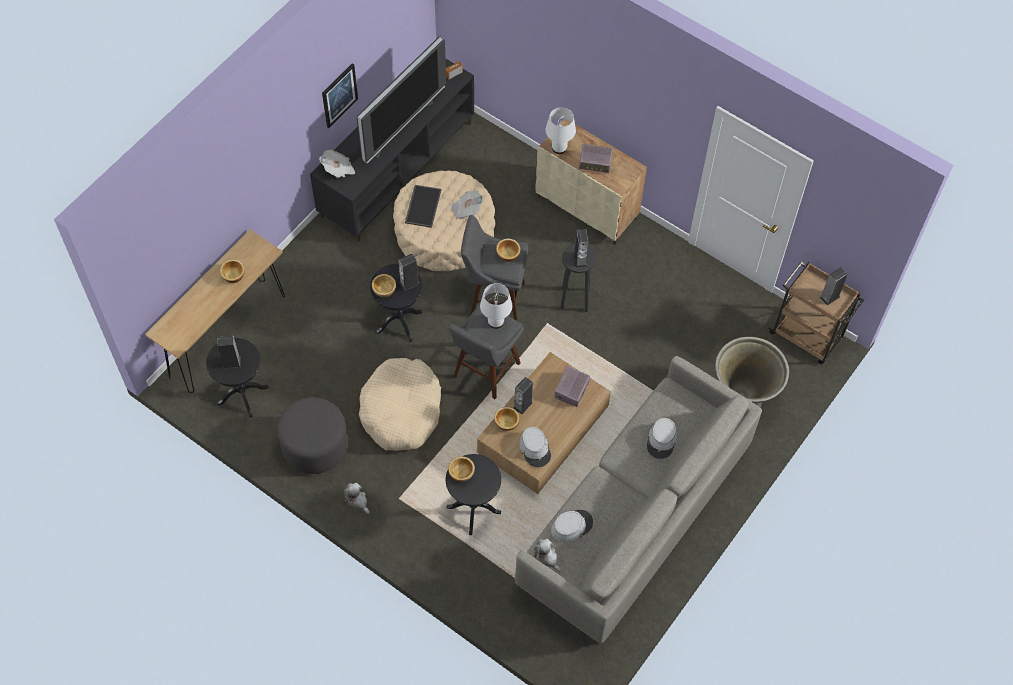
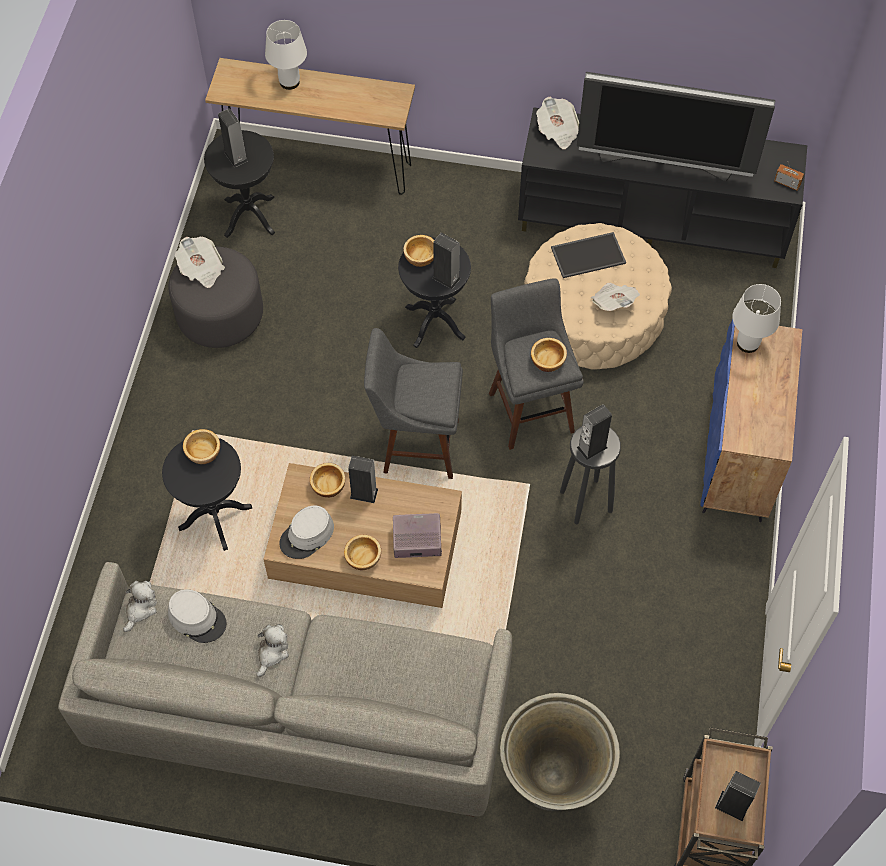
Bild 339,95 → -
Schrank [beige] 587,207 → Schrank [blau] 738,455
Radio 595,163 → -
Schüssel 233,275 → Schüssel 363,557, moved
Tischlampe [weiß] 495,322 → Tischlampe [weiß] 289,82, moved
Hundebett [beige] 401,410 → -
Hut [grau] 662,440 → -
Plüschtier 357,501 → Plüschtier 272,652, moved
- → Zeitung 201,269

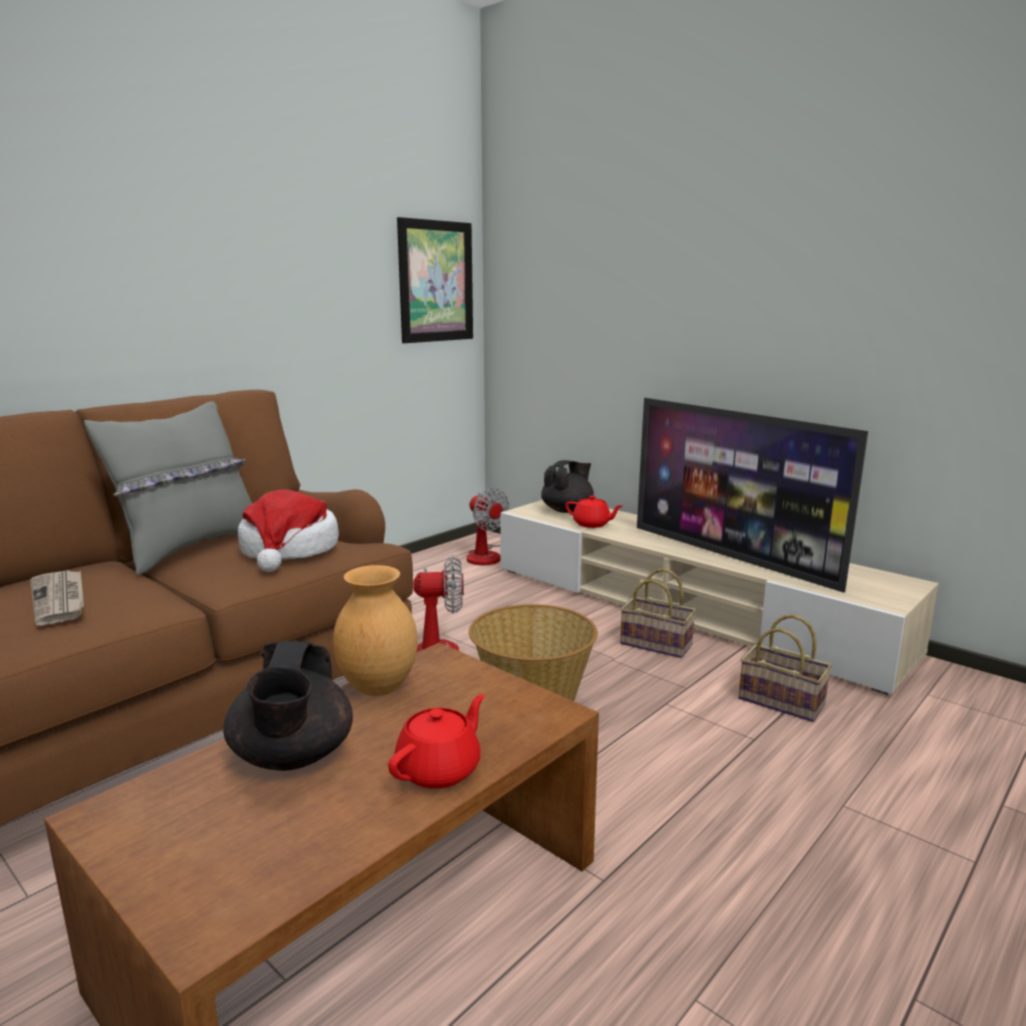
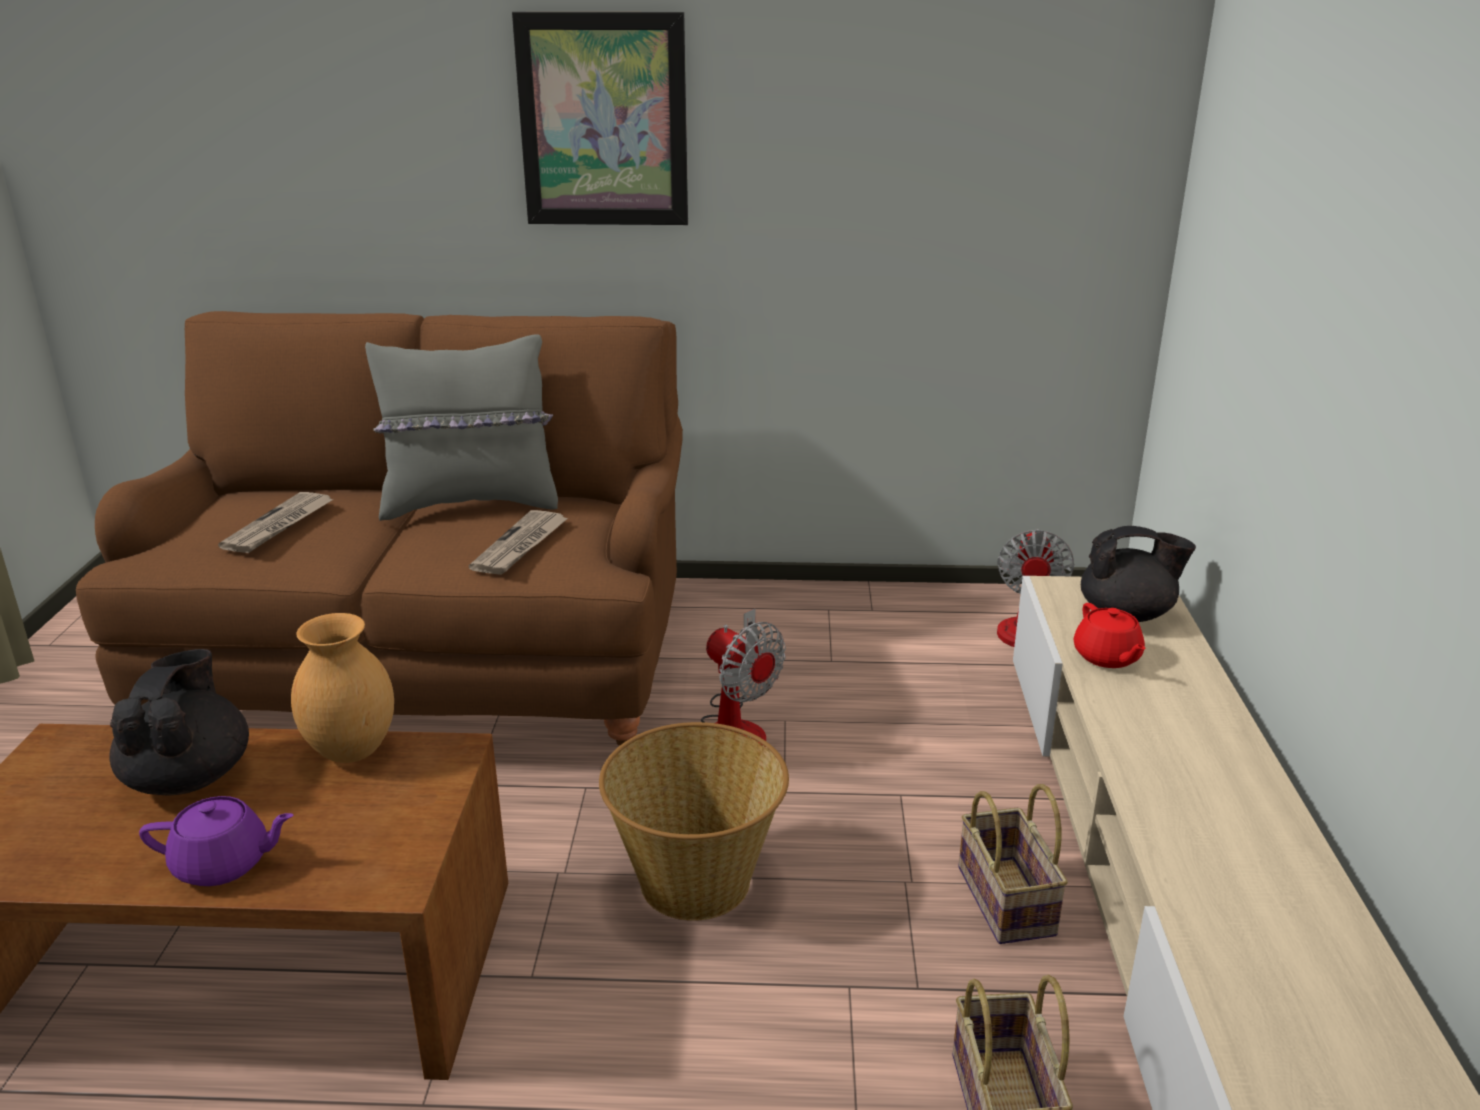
Bild 436,281 → Bild 603,121, moved
Fernseher 732,556 → -
Hut 289,550 → Zeitung 520,546
Teekanne [schwarz] 292,758 → Teekanne [schwarz] 190,776, 135 degrees clockwise
Teekanne [rot] 440,769 → Teekanne [lila] 223,864

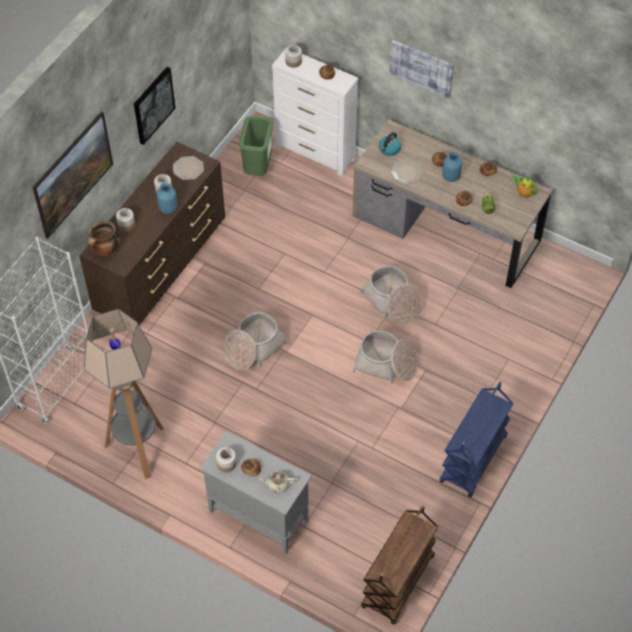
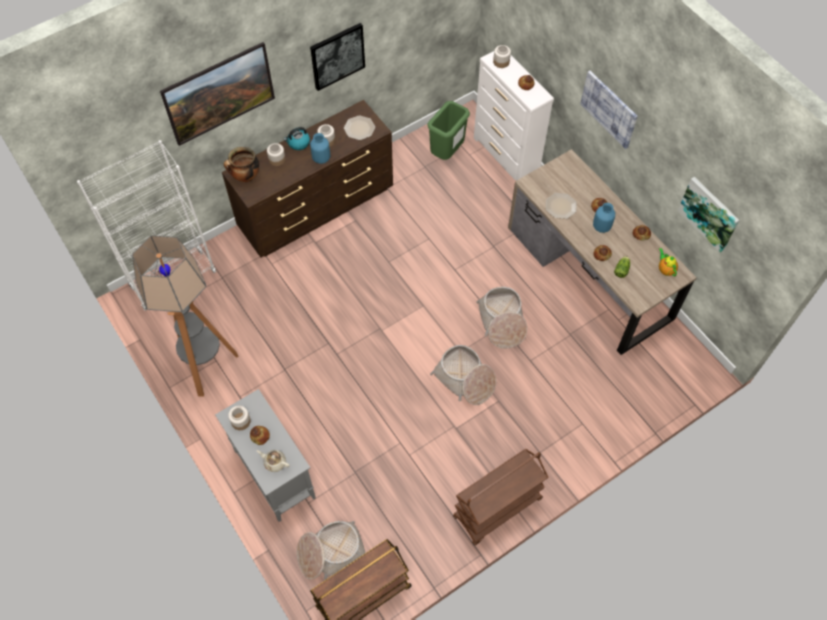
Wasserkessel 389,149 → Wasserkessel 298,143, moved
Korb 253,348 → Korb 331,553, moved
Rollwagen [blau] 473,459 → Rollwagen [braun] 497,509
- → Bild 709,213

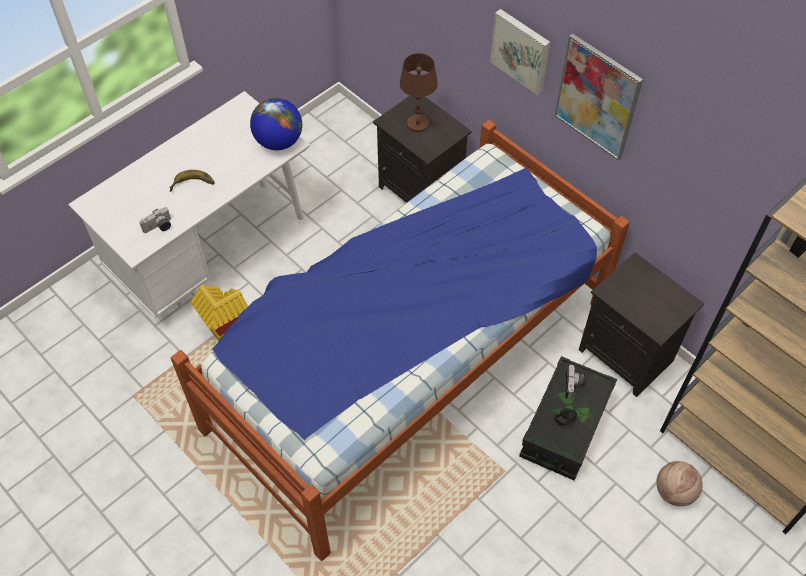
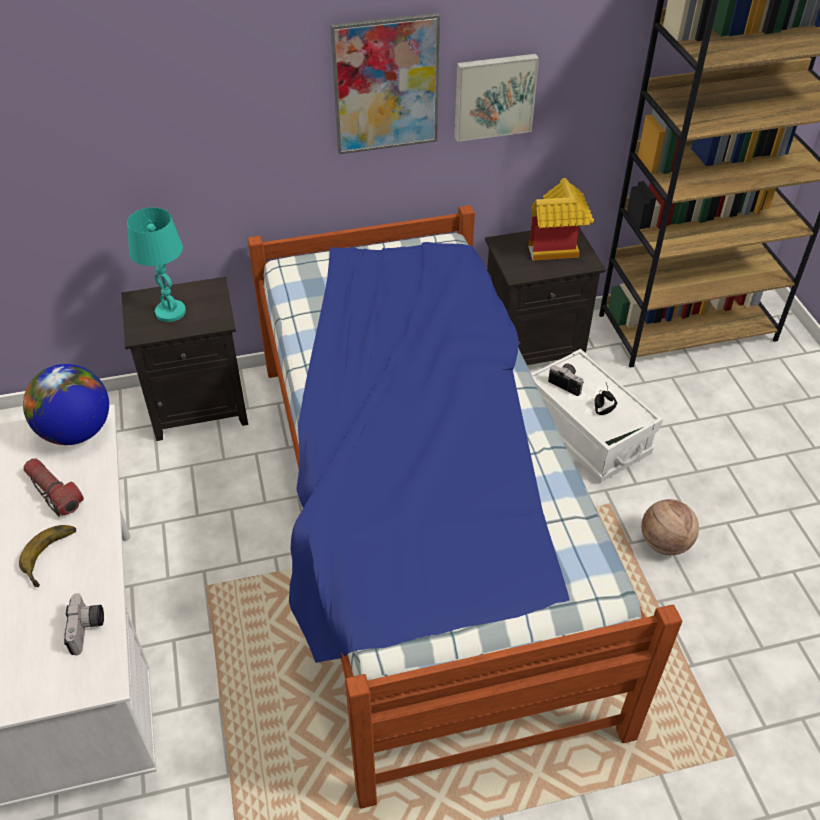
Bild 521,50 → Bild 494,96, moved
Tischlampe [braun] 417,123 → Tischlampe [türkis] 170,312
Spielzeughaus 223,325 → Spielzeughaus 556,248, moved
Aufbewahrungsbox [schwarz] 564,428 → Aufbewahrungsbox [weiß] 586,433
Basketball 674,492 → Basketball 664,543, moved
- → Taschenlampe 54,492

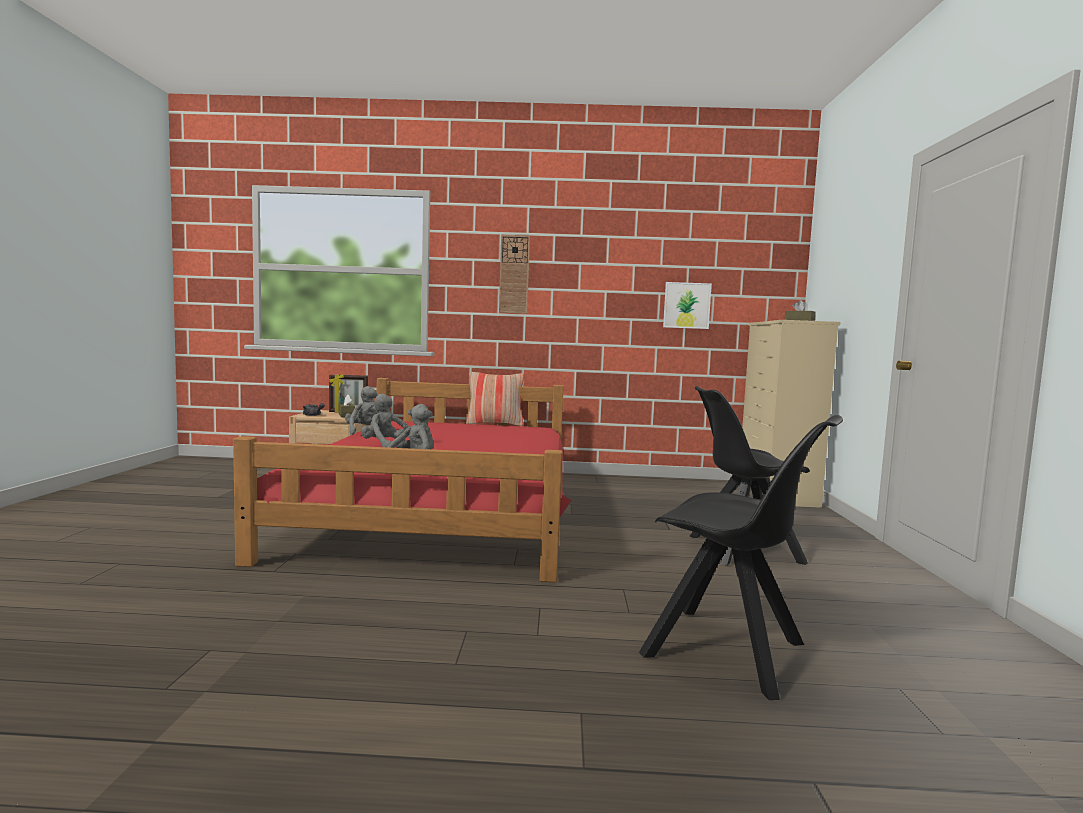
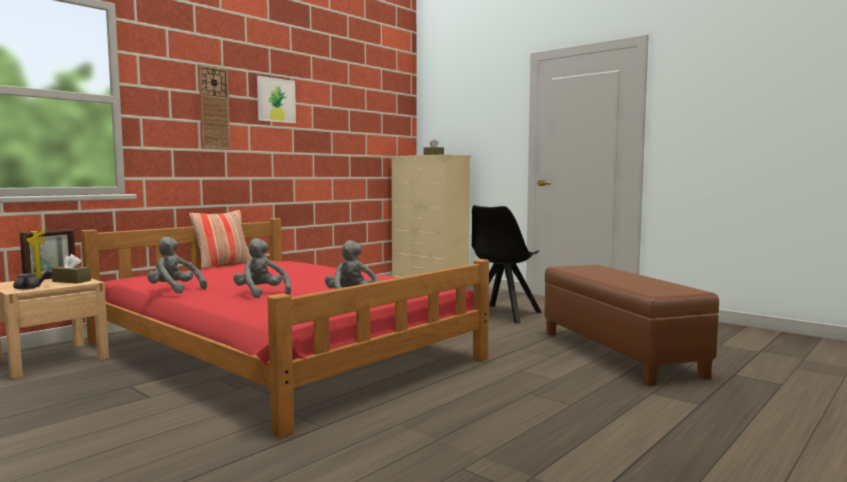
Bild 686,305 → Bild 276,100, moved
Plüschtier [grau] 386,446 → Plüschtier [grau] 261,294, 60 degrees clockwise
Stuhl [schwarz] 728,652 → Polsterhocker [braun] 619,353

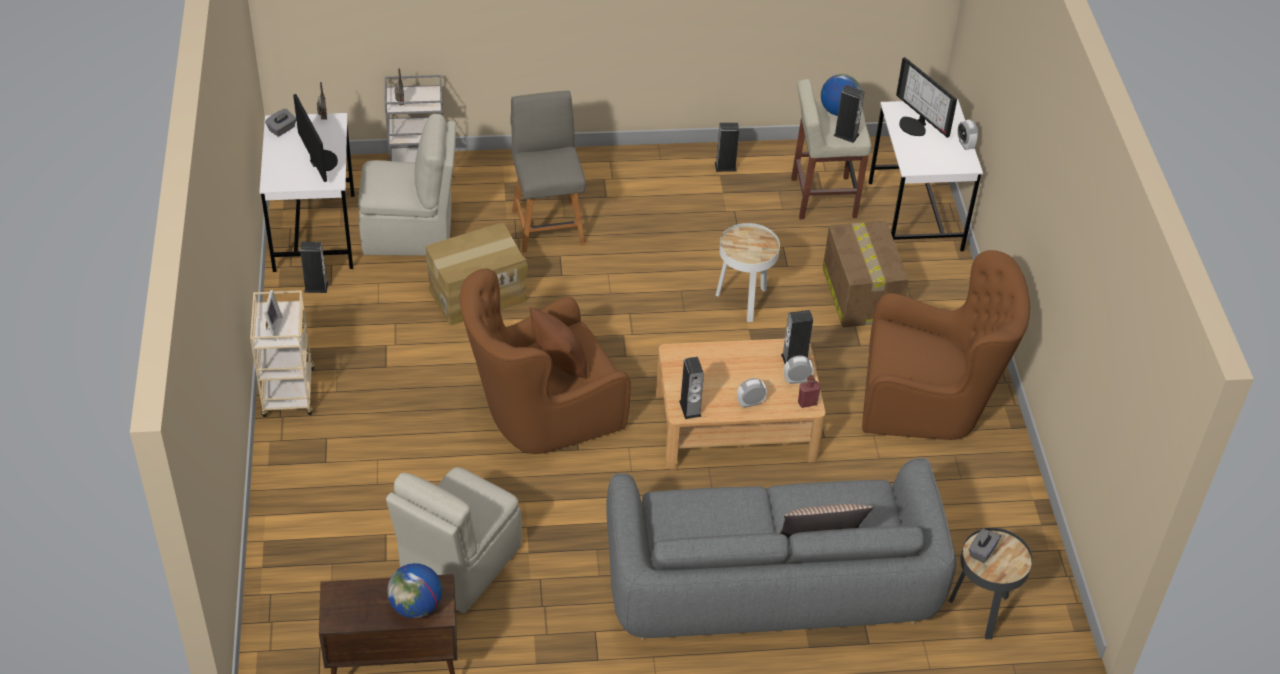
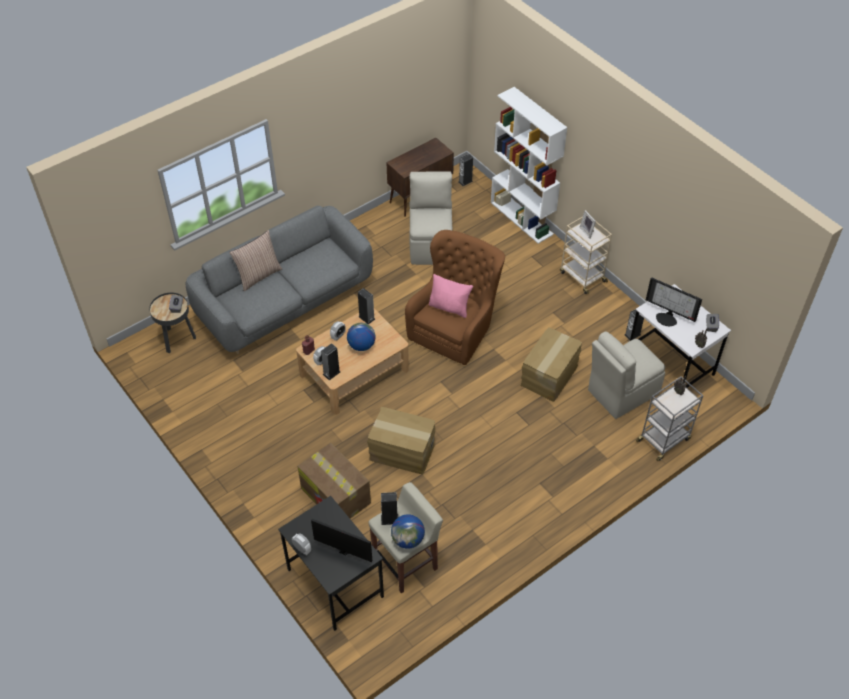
Stuhl [grau] 547,225 → -
Schreibtisch [weiß] 915,217 → Schreibtisch [schwarz] 334,583
Lautsprecher 725,166 → Lautsprecher 465,181, moved
Beistelltisch [weiß] 744,301 → Karton 401,452
Sessel [braun] 930,403 → -
Kissen [braun] 559,362 → Kissen [rosa] 449,307
Globus 416,607 → Globus 361,345, moved
- → Bücherregal [weiß] 522,218

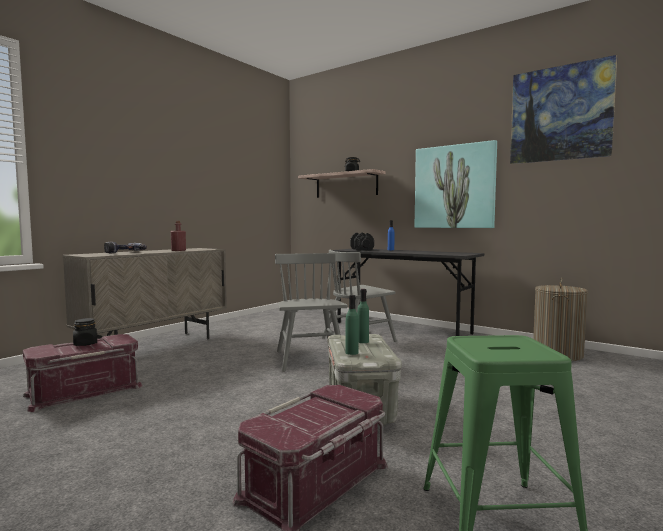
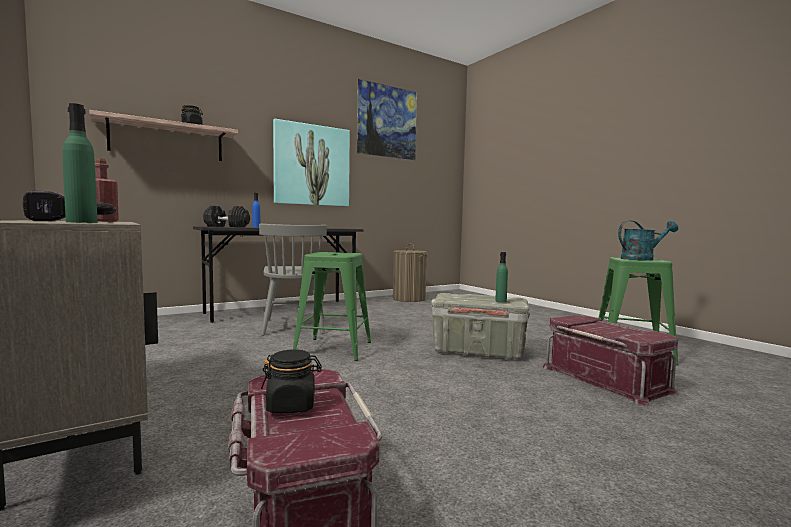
Stuhl [grau] 309,359 → Hocker [grün] 333,349
Flasche [grün] 363,341 → Flasche [grün] 81,222, moved
- → Gießkanne [türkis] 642,259

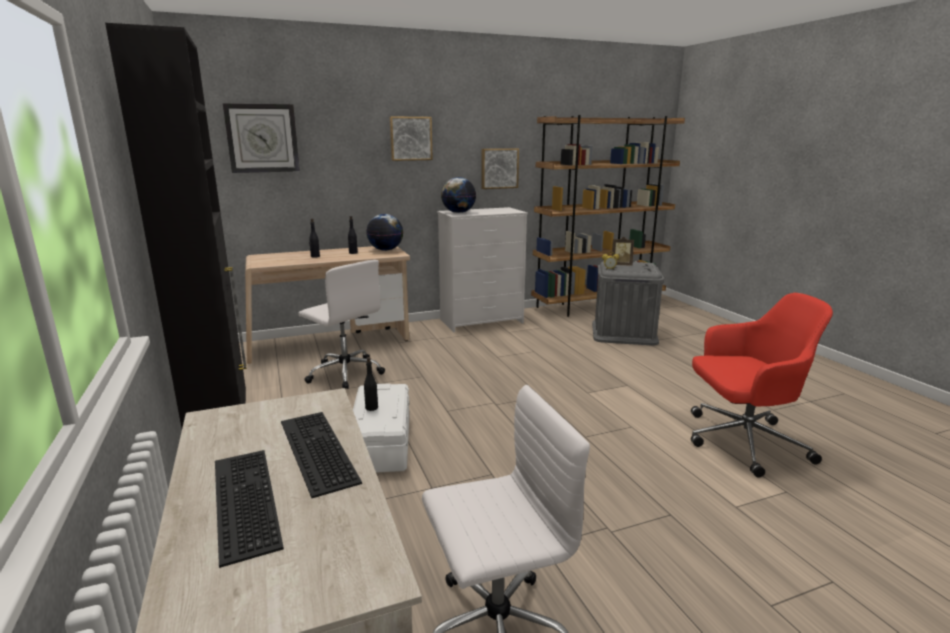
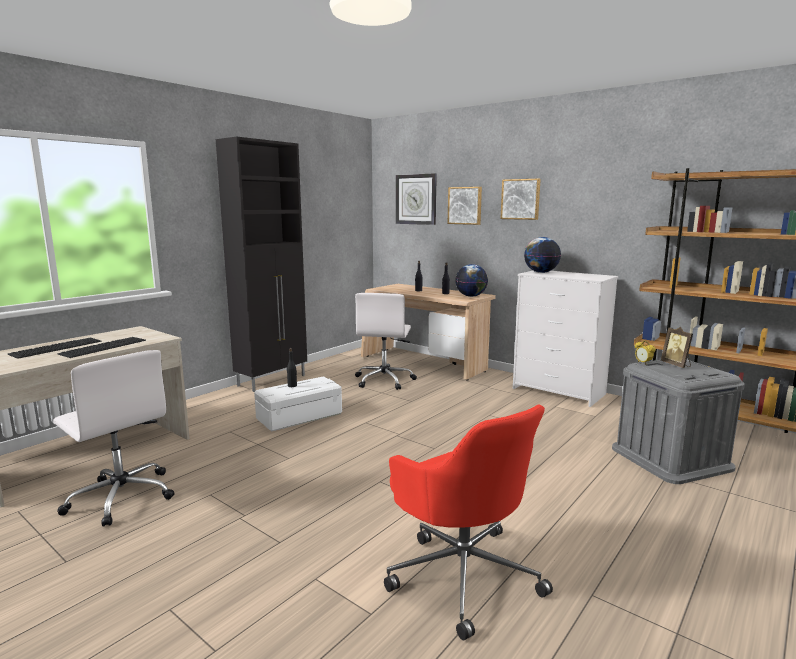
Bild 499,168 → Bild 465,205, moved

